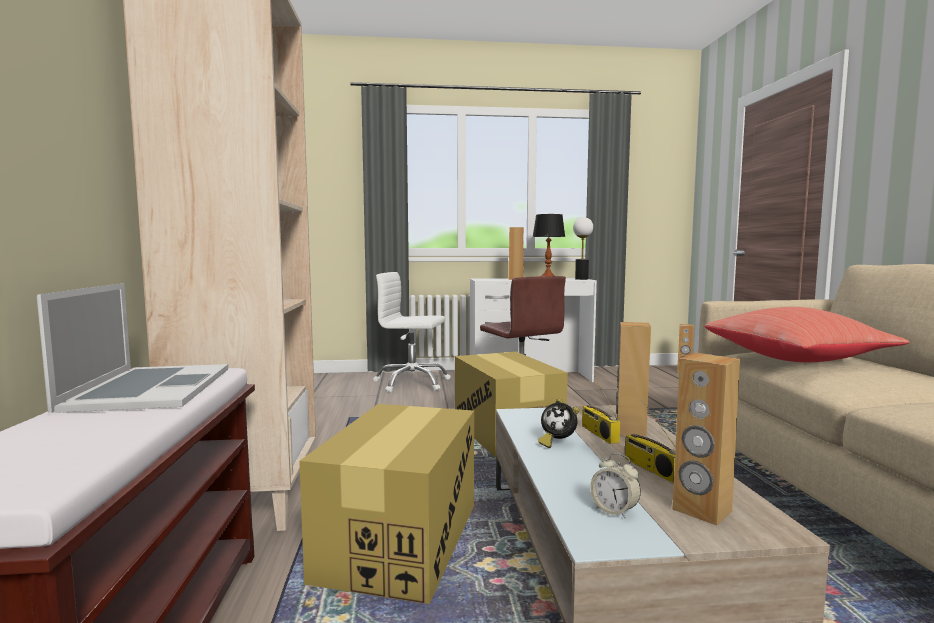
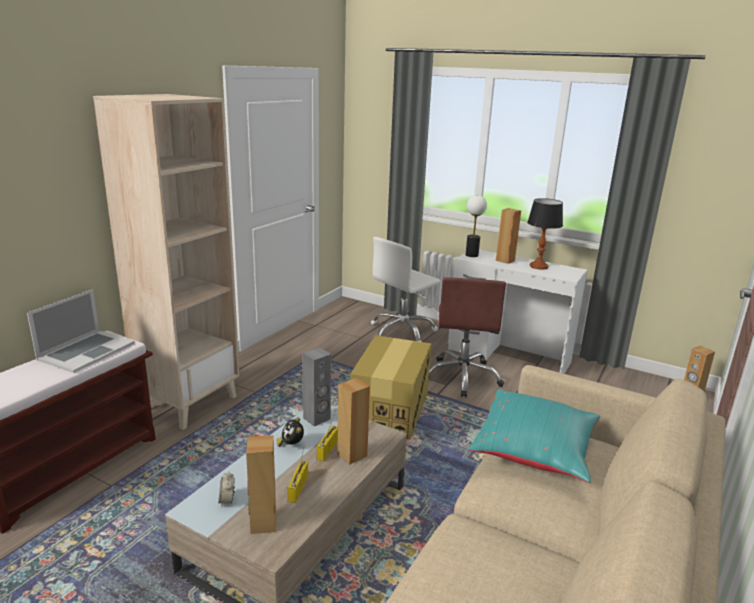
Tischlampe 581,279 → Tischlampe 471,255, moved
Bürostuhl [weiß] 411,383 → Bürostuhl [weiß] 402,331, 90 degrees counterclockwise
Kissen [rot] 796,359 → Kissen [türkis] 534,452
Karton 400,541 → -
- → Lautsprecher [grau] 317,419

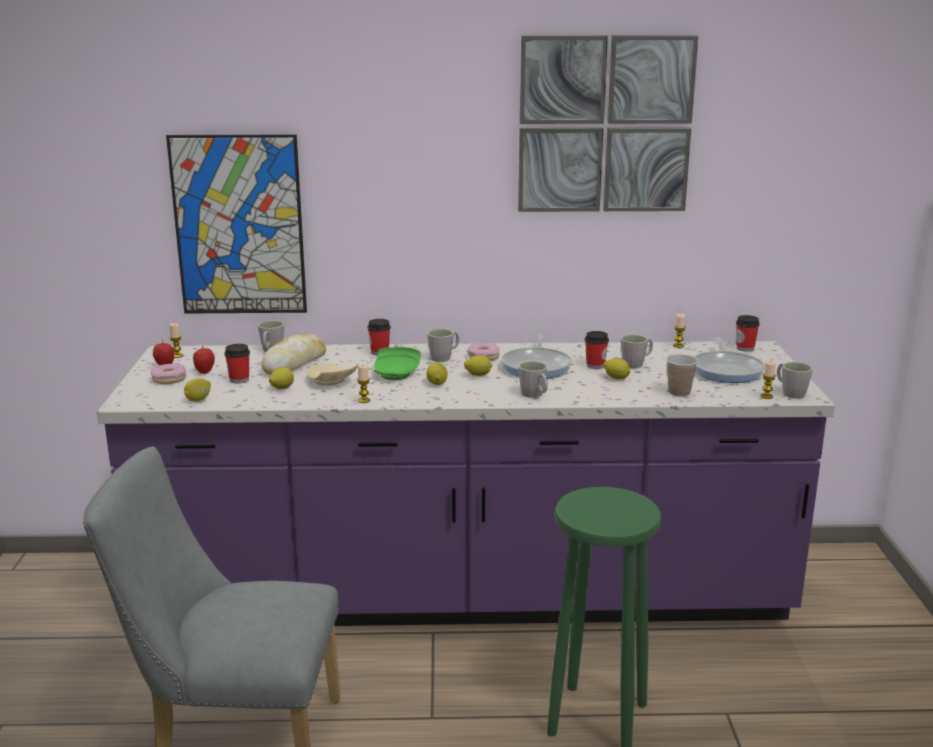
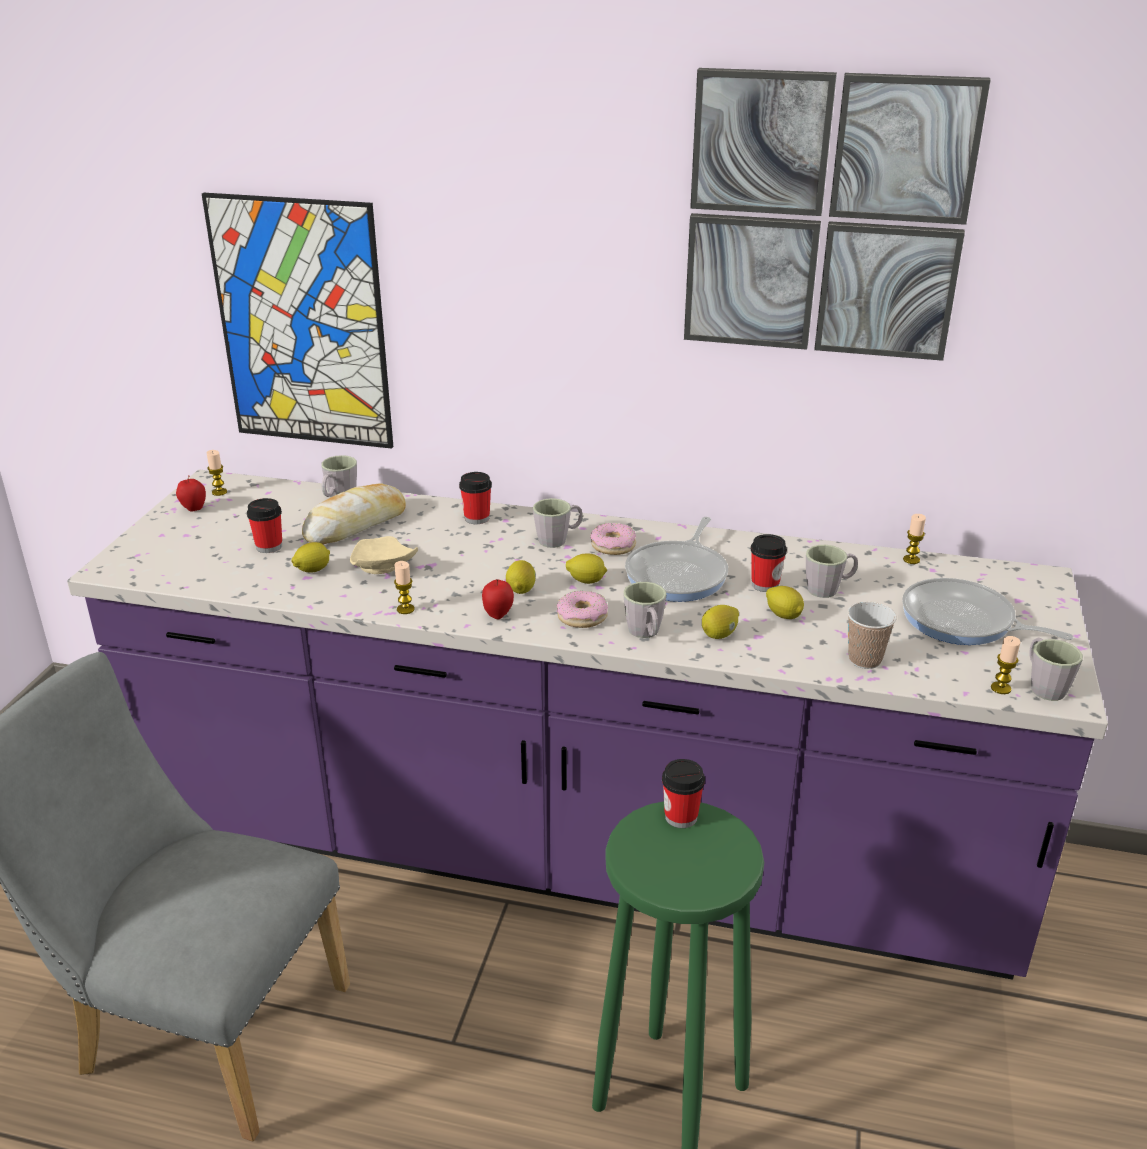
Tasse 745,348 → Tasse 681,817, moved
Pfanne 727,370 → Pfanne 963,621, 105 degrees clockwise
Apfel 205,372 → Apfel 498,615, moved
Teller [grün] 396,373 → -
Donut 169,379 → Donut 582,616, moved
Zitrone 198,400 → Zitrone 719,635, moved

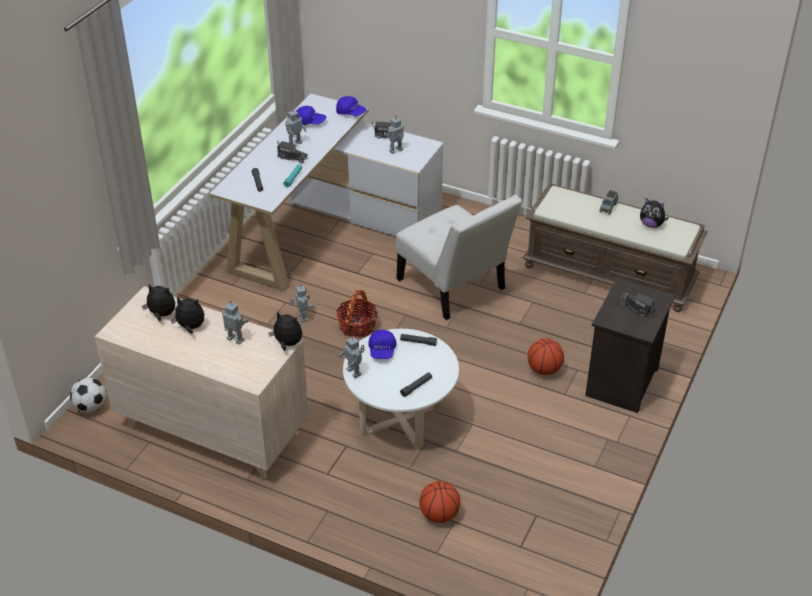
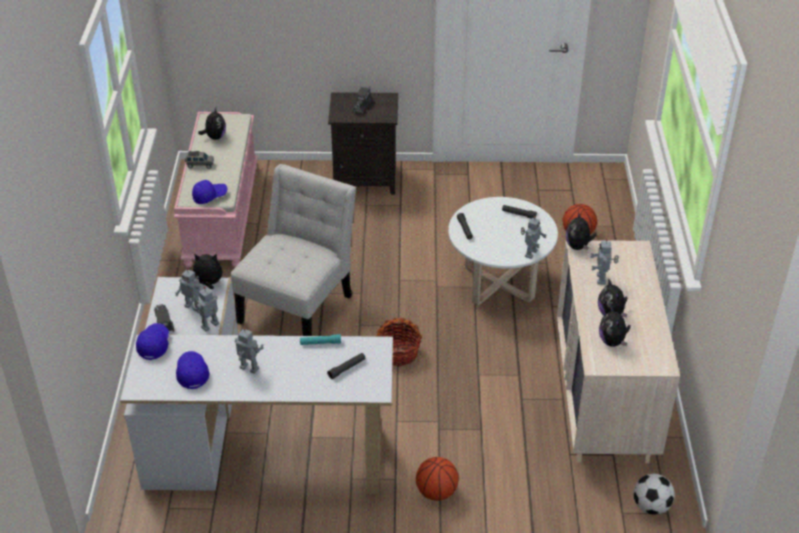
Spielzeuglaster 291,157 → -
Bank [braun] 610,274 → Bank [rosa] 221,214
Spielzeugroboter 302,317 → Spielzeugroboter 210,326, moved
Kappe [blau] 382,351 → Kappe [blau] 210,196, moved
Basketball 544,370 → Basketball 436,492, moved
- → Plüschtier 208,283

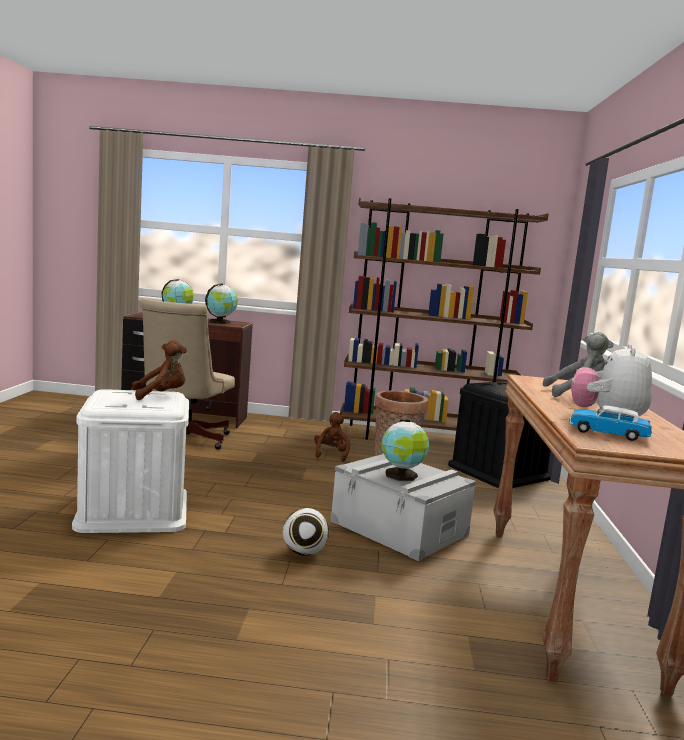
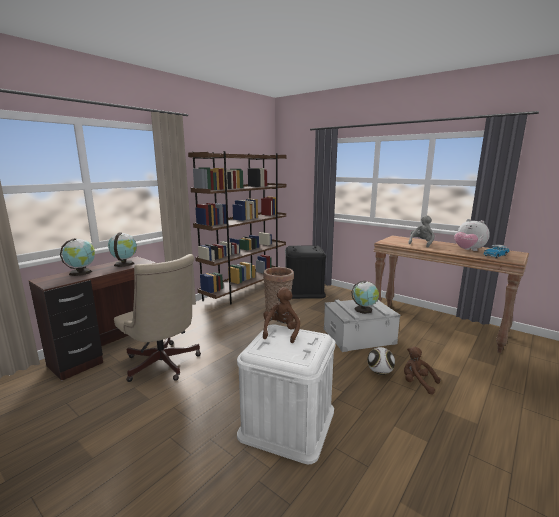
Plüschtier [braun] 331,454 → Plüschtier [braun] 417,383, moved

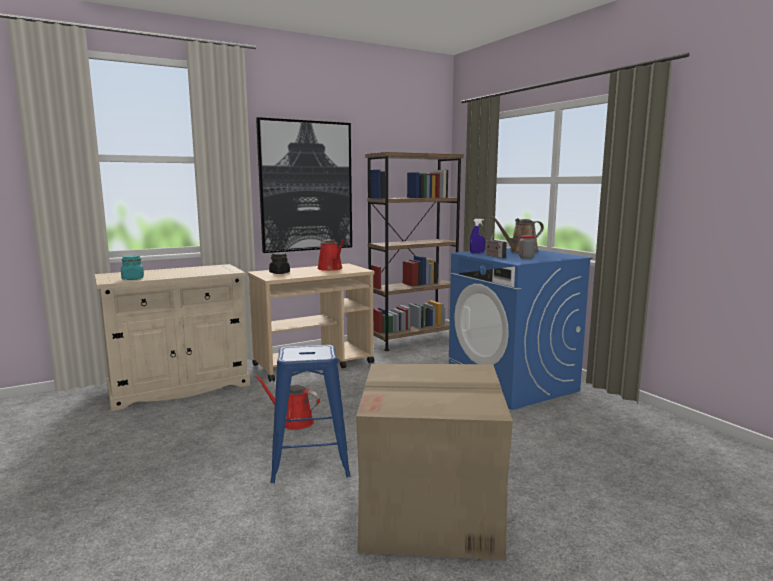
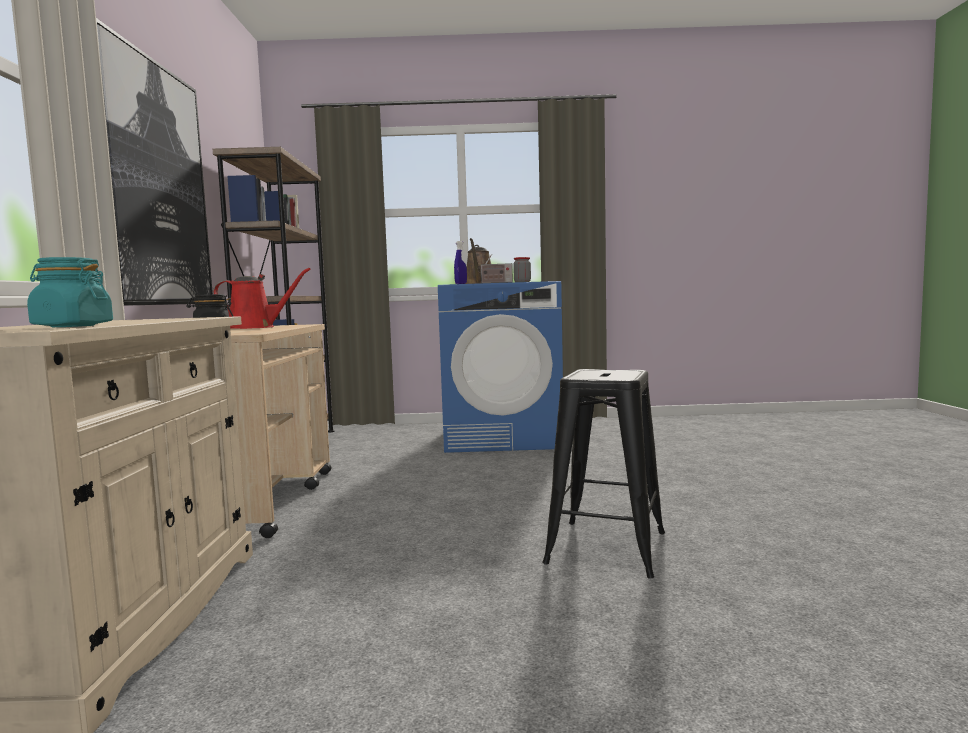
Hocker [blau] 309,462 → Hocker [schwarz] 606,548
Karton 431,511 → -
Gießkanne [rot] 293,422 → -

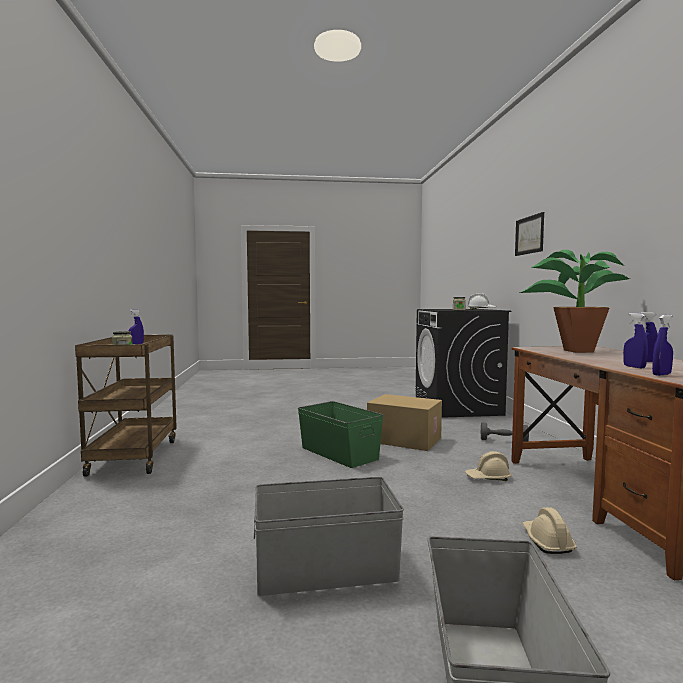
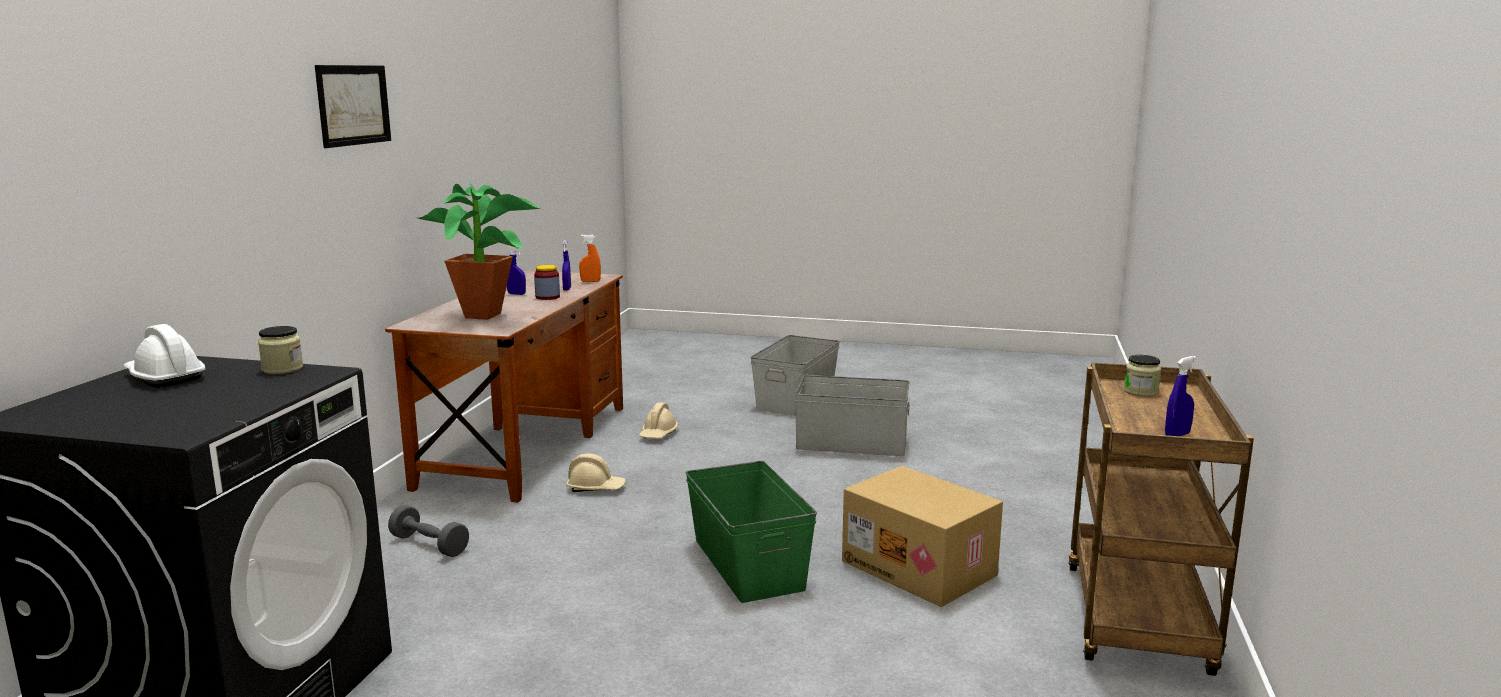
Bild 529,235 → Bild 353,105, moved
Sprühflasche [blau] 661,374 → Sprühflasche [orange] 590,281
Karton 403,440 → Karton 921,568, moved
- → Vorratsglas 547,297

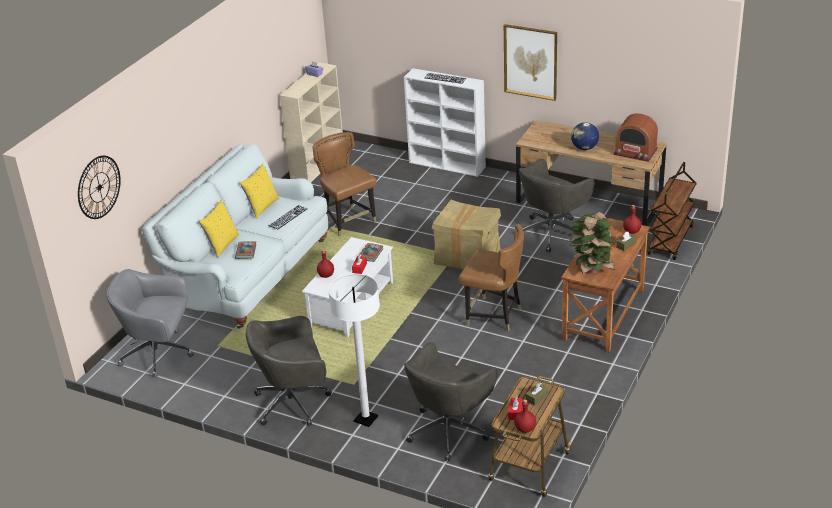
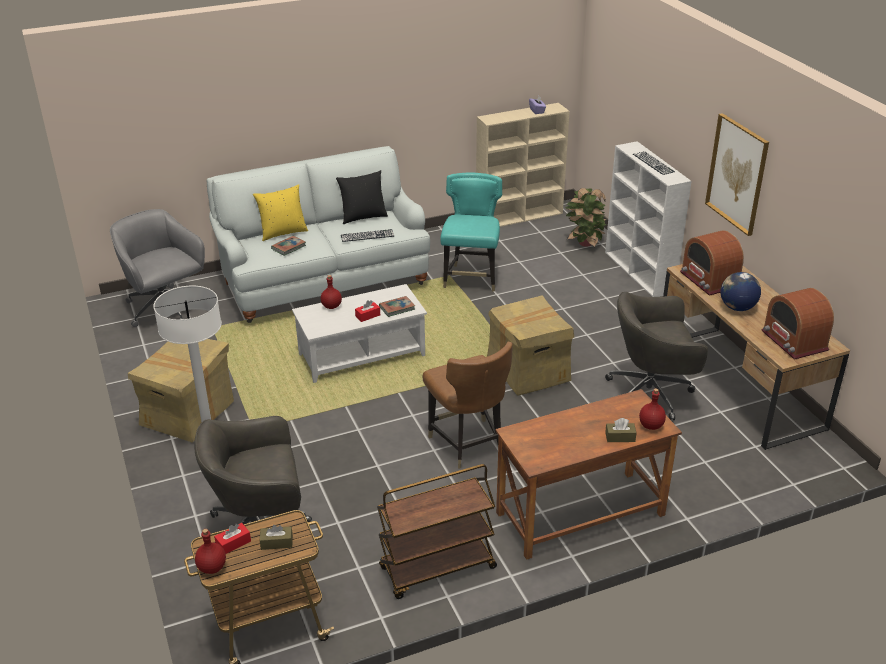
Stuhl [braun] 348,221 → Stuhl [türkis] 471,278
Wanduhr 99,187 → -
Rollwagen [braun] 670,241 → Rollwagen [braun] 437,569, moved
Kissen [gelb] 262,207 → Kissen [schwarz] 363,217
Topfpflanze 591,270 → Topfpflanze 584,243, moved
Bürostuhl [grau] 294,402 → Karton 188,413
- → Radio 709,279

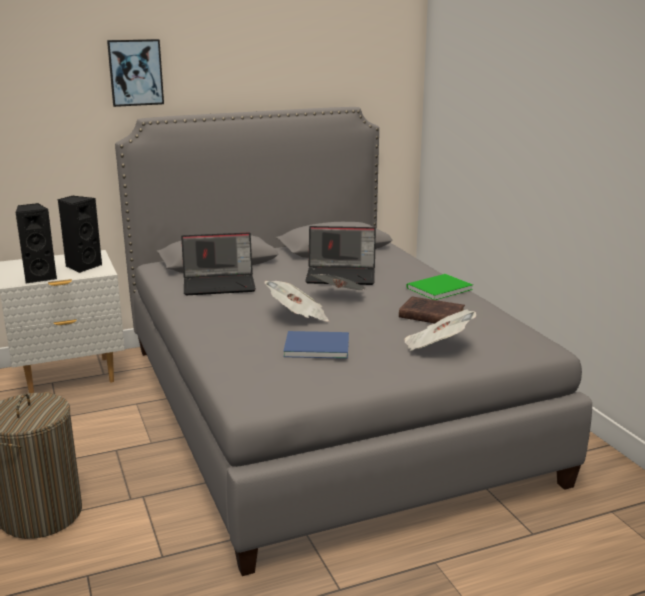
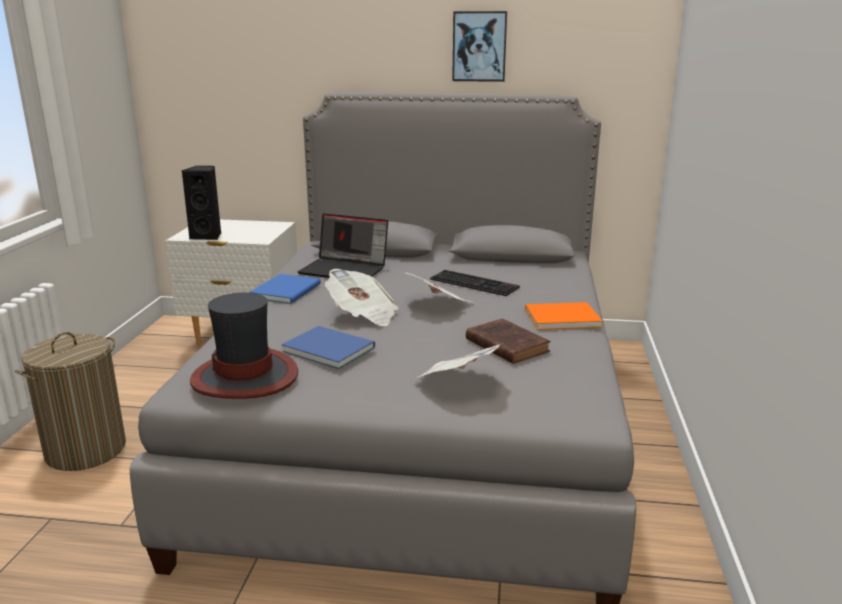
Bild 135,72 → Bild 479,46, moved
Lautsprecher [schwarz] 82,266 → -
Laptop 342,275 → Tastatur 475,283
Buch [grün] 437,288 → Buch [orange] 559,317
- → Buch [blau] 288,290
- → Hut 245,377

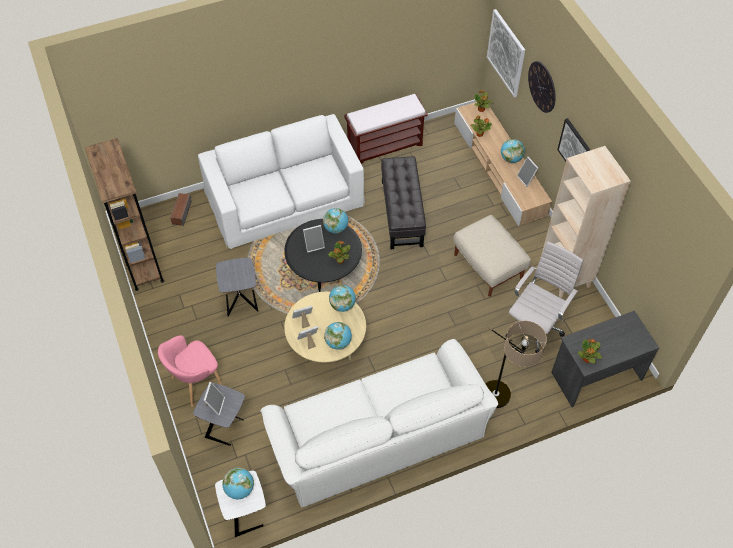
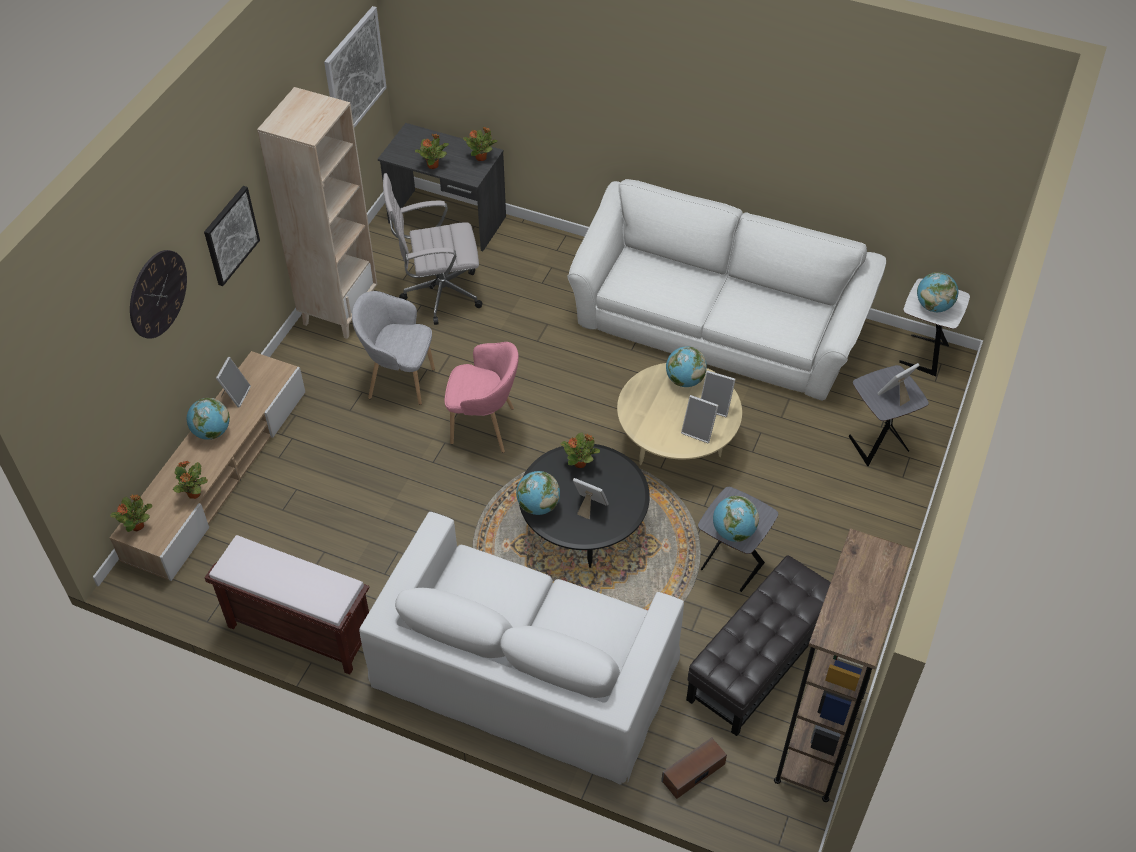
Bild 506,53 → Bild 354,74, moved
Polsterhocker [schwarz] 401,213 → Polsterhocker [schwarz] 759,661, moved
Polsterhocker [beige] 488,266 → Sessel [grau] 399,381
Globus 342,305 → Globus 733,532, moved
Stehlampe 501,405 → -
Sessel [rosa] 195,383 → Sessel [rosa] 485,427, moved
- → Topfpflanze 433,165

